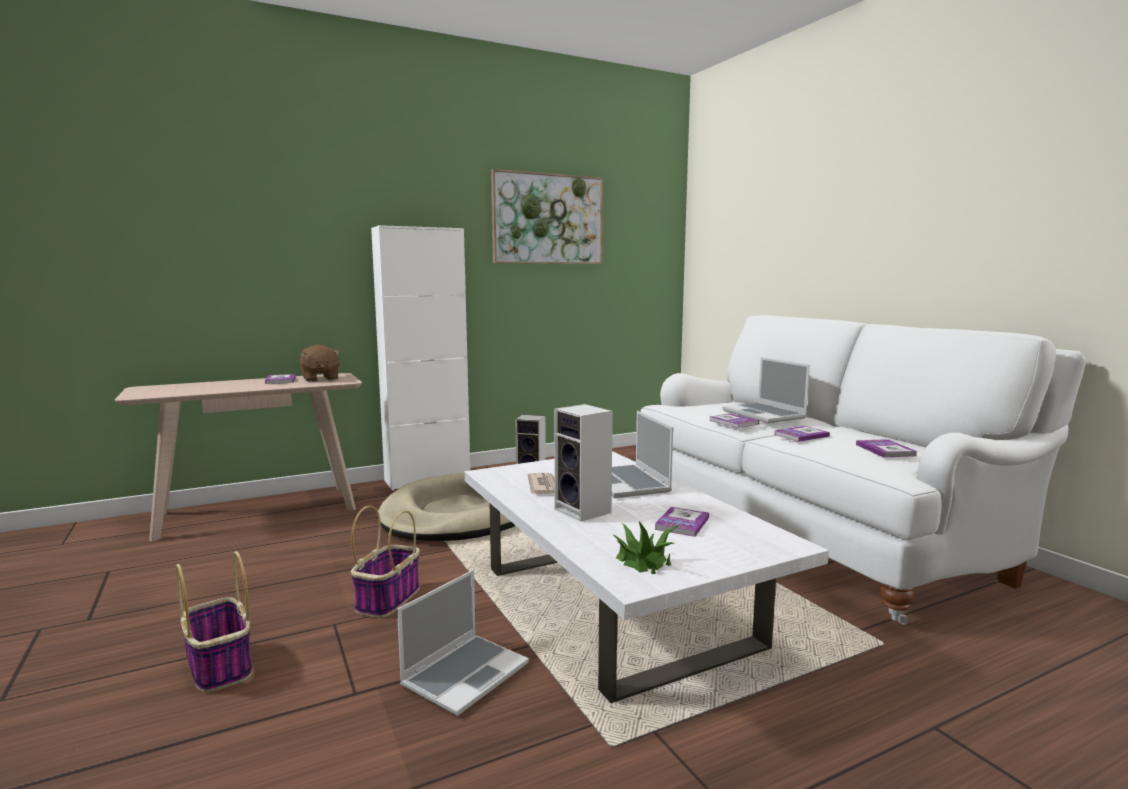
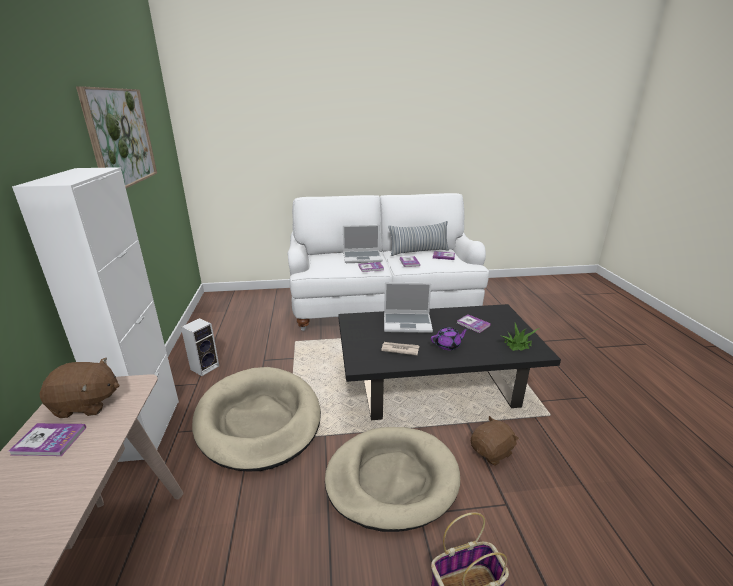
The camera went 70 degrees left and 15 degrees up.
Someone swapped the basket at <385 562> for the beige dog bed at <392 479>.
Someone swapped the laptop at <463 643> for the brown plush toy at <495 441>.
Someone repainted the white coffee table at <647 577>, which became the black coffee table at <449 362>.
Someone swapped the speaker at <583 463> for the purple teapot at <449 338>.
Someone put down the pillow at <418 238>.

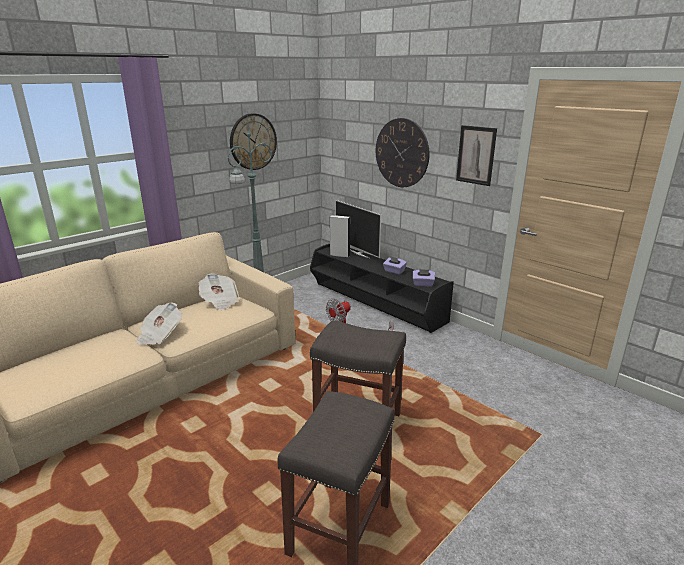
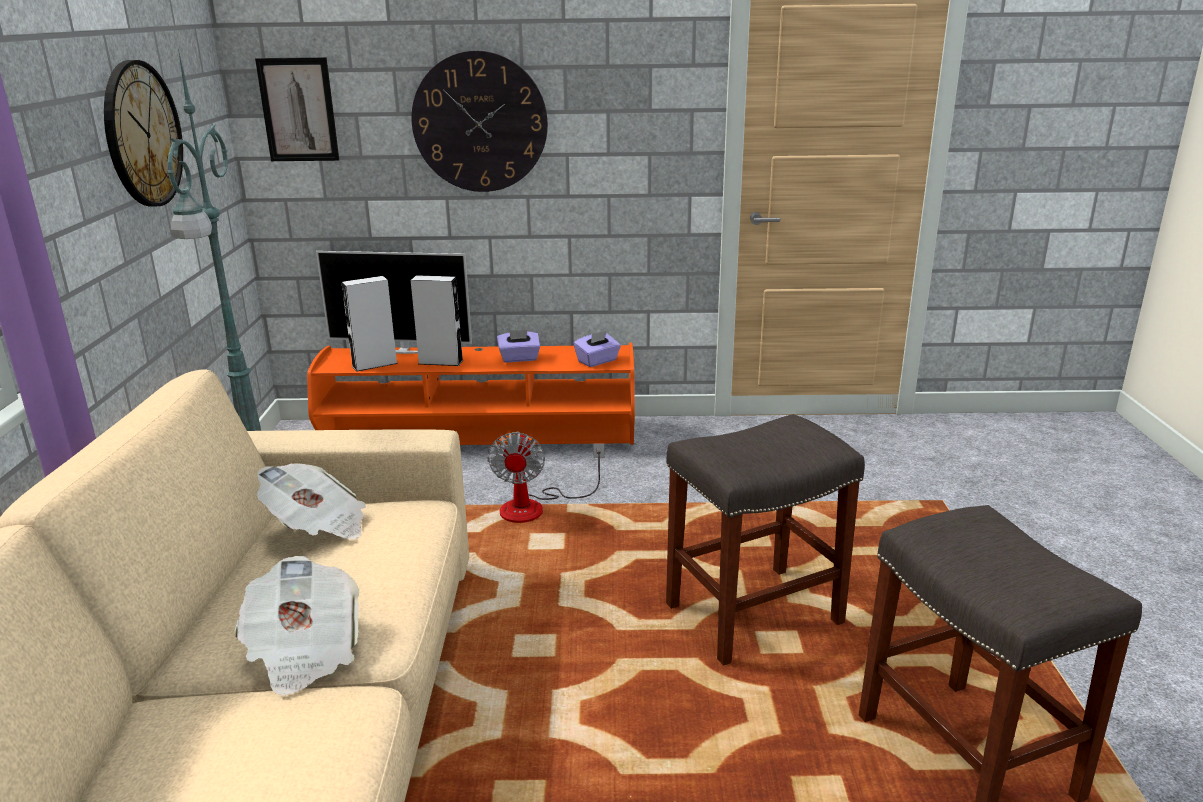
The camera went 45 degrees left and 0 degrees up.
Someone repainted the black tv stand at <382 288>, which became the orange tv stand at <471 394>.
Someone carried the picture from <476 155> to <297 109>.
Someone put down the grey speaker at <437 320>.

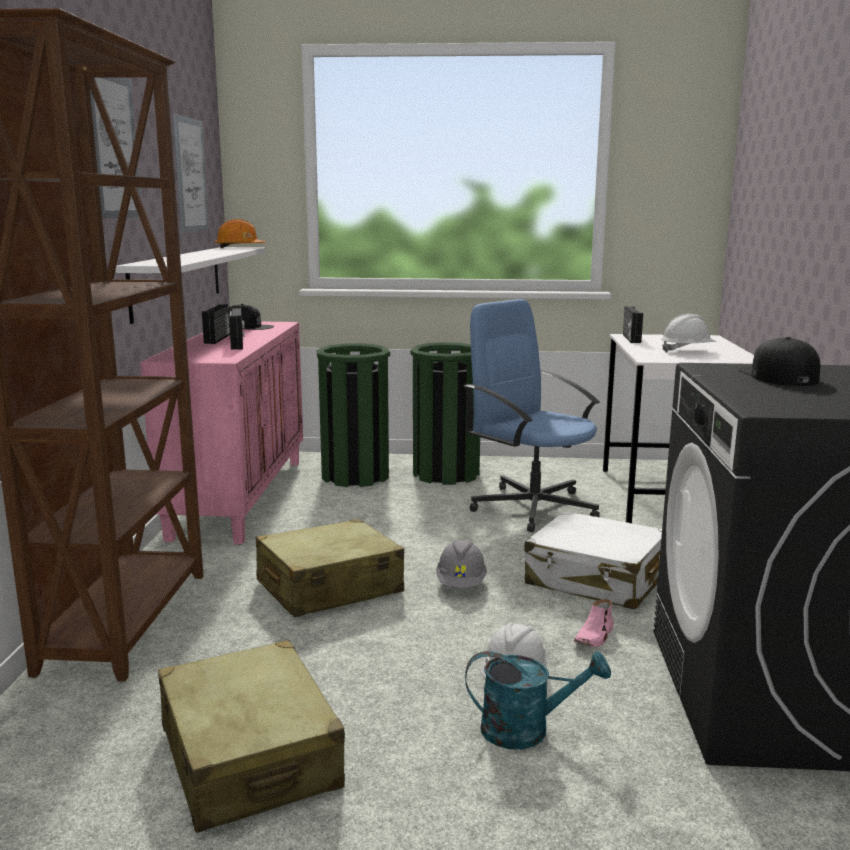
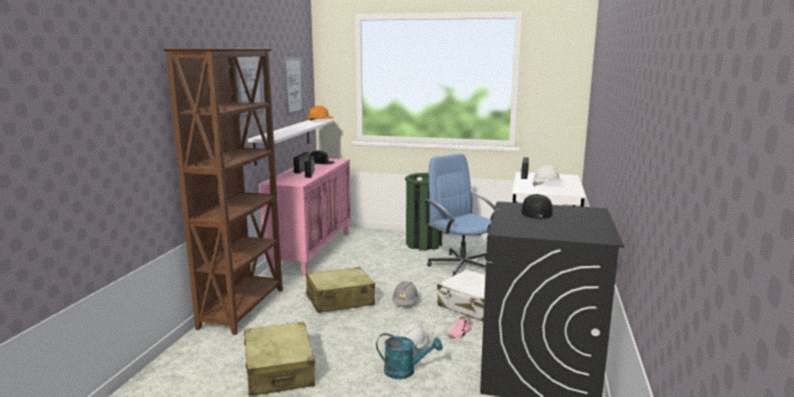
The camera went 10 degrees right and 0 degrees up.
Someone took away the green trash can at <353 415>.

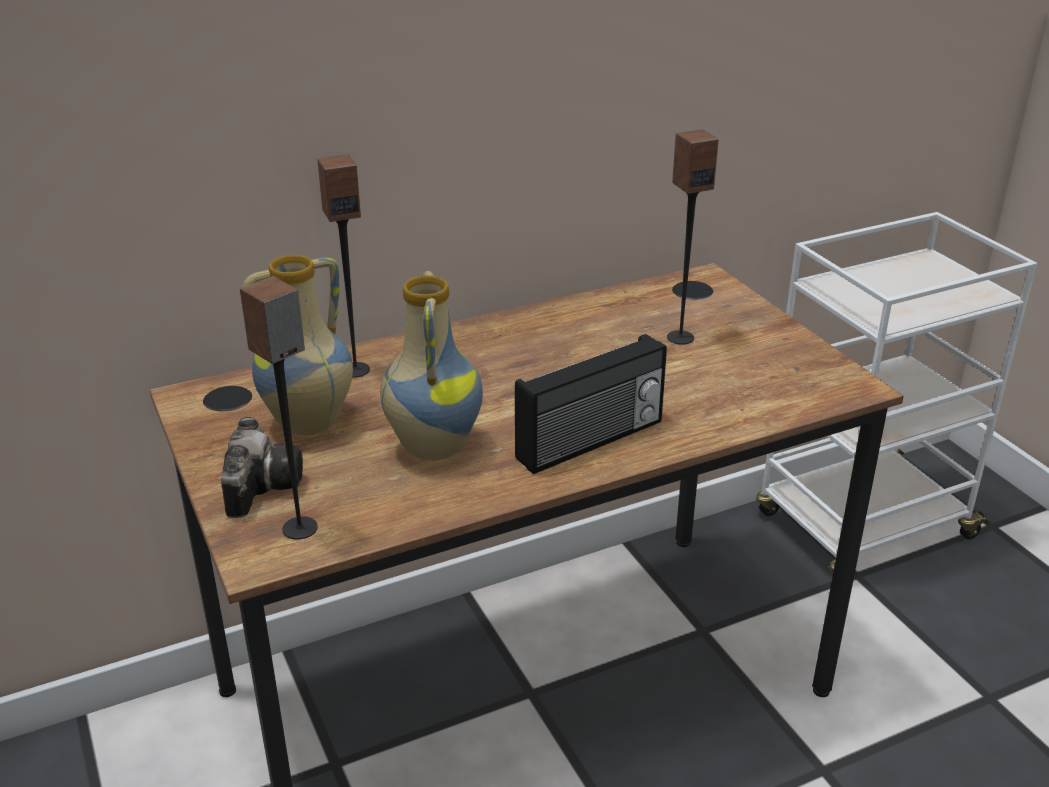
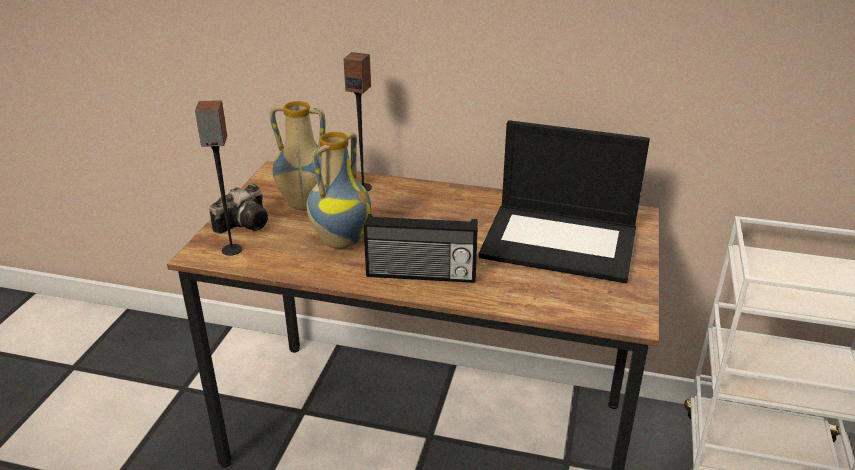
The camera went 40 degrees right and 0 degrees up.
Someone swapped the speaker at <692 237> for the laptop at <564 201>.

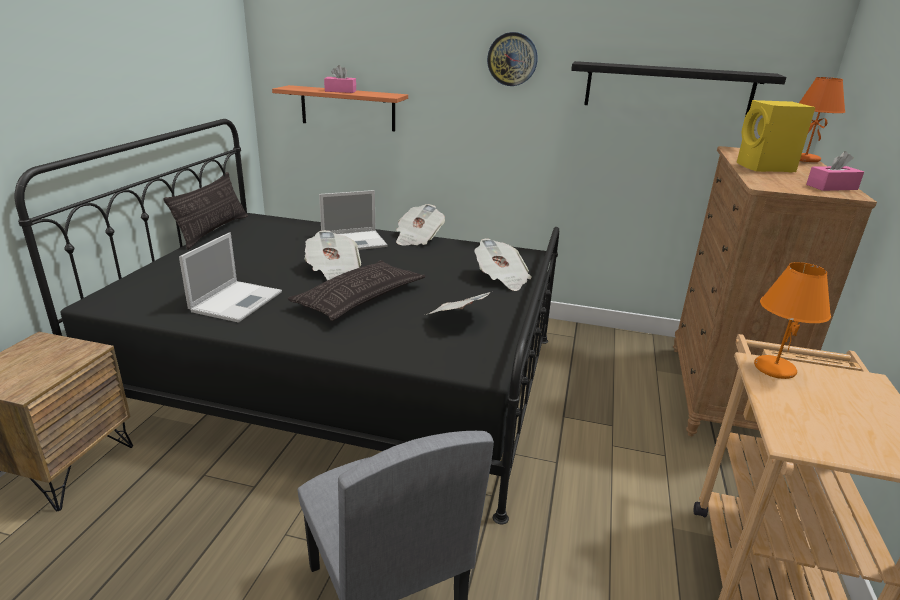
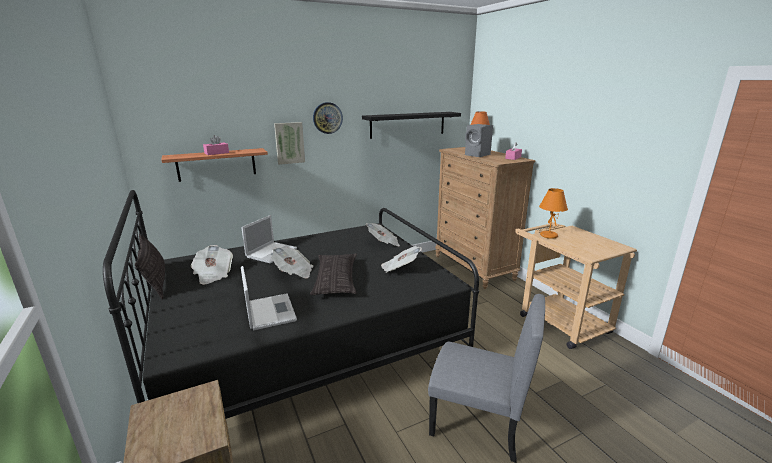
The camera went 40 degrees left and 5 degrees down.
Someone carried the newspaper from <420 224> to <212 265>.
Someone repainted the yellow speaker at <776 136>, which became the grey speaker at <479 140>.
Someone put up the picture at <289 143>.

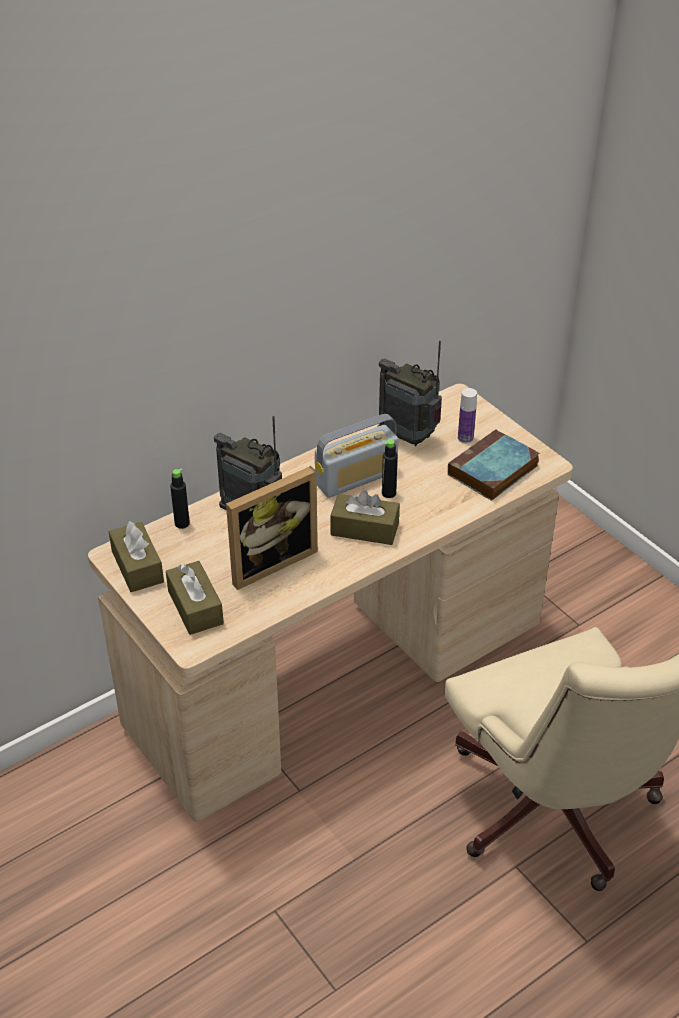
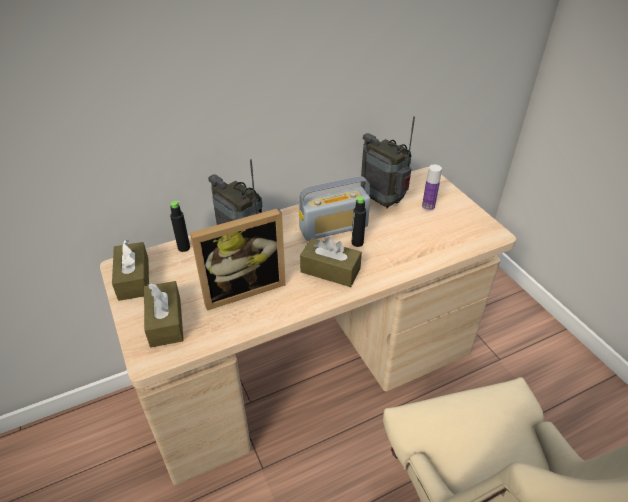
The camera went 10 degrees right and 0 degrees up.
Someone took away the book at <494 465>.

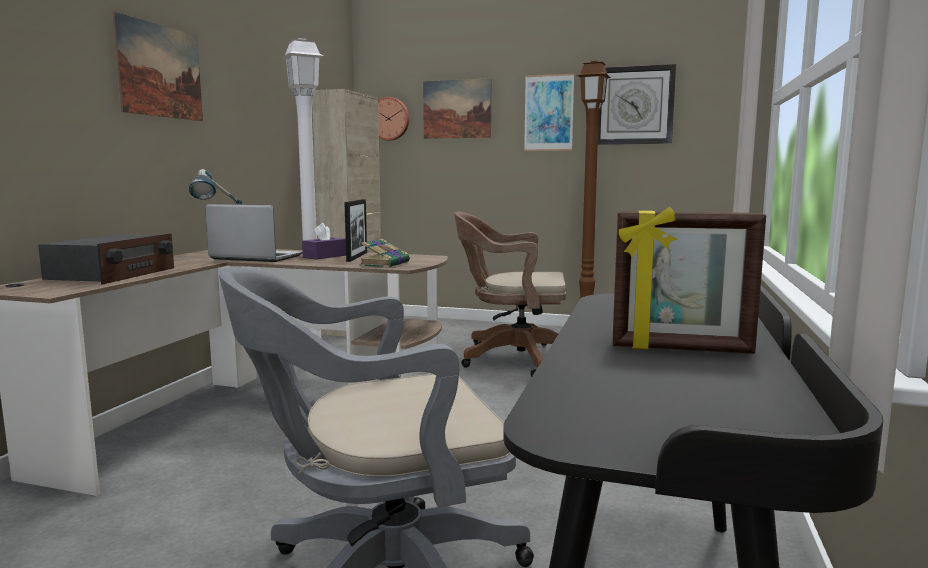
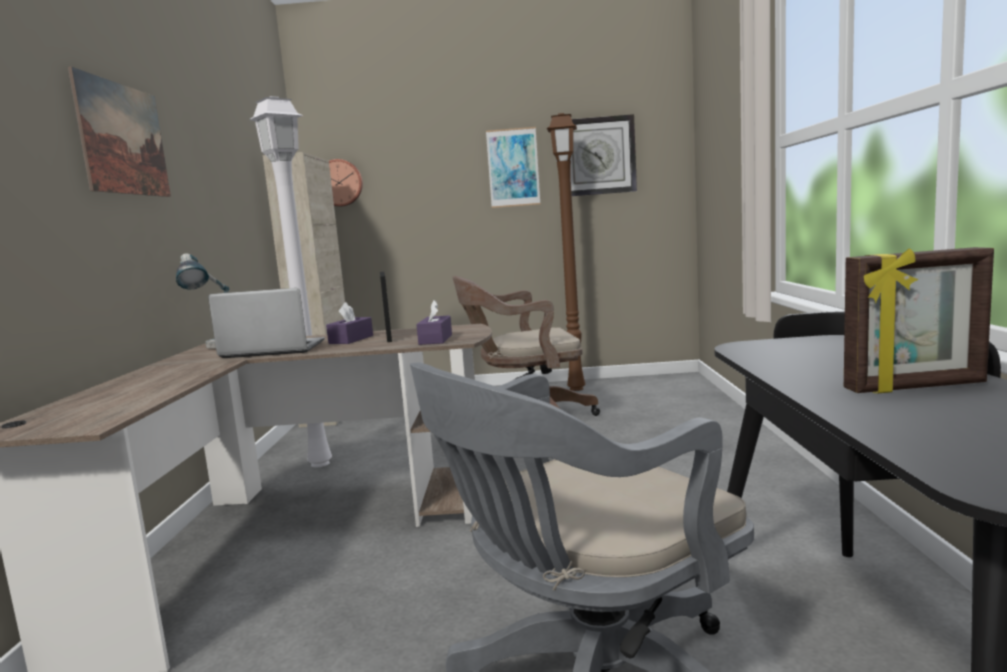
The camera went 15 degrees left and 0 degrees up.
Someone took away the radio at <106 258>.
Someone swapped the book at <384 253> for the purple tissue box at <434 322>.
Someone took away the picture at <457 108>.

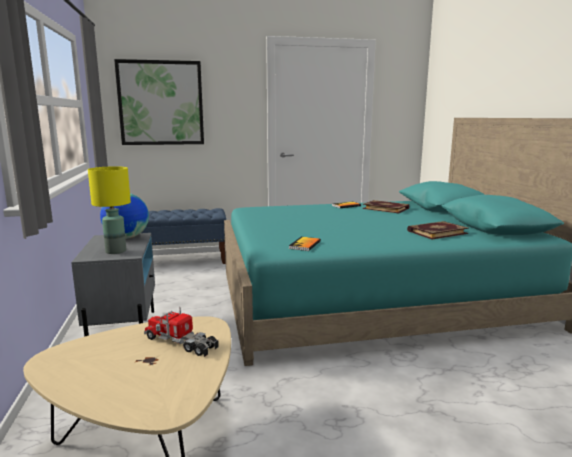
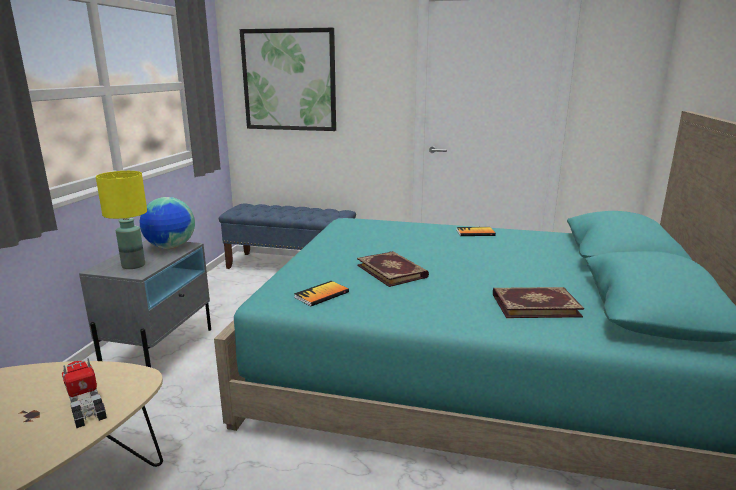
The camera went 25 degrees right and 5 degrees up.
Someone carried the book from <386 206> to <393 269>.

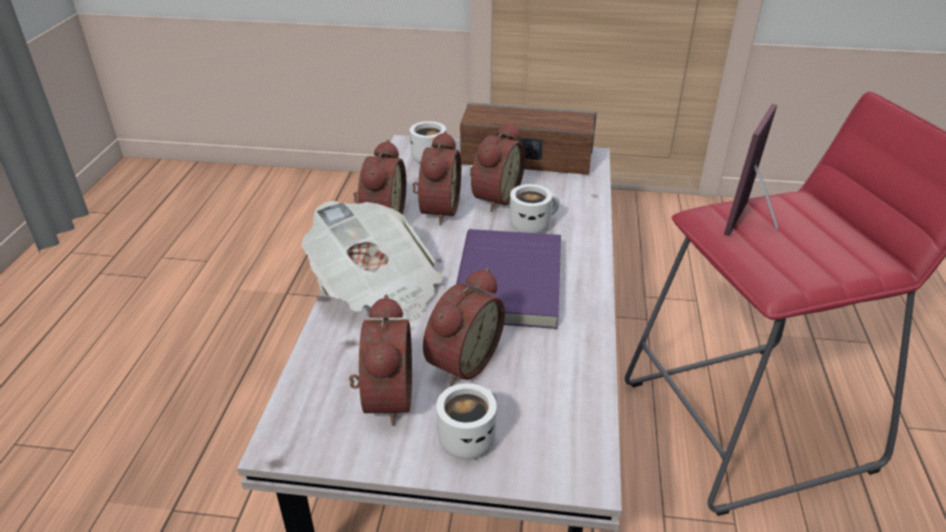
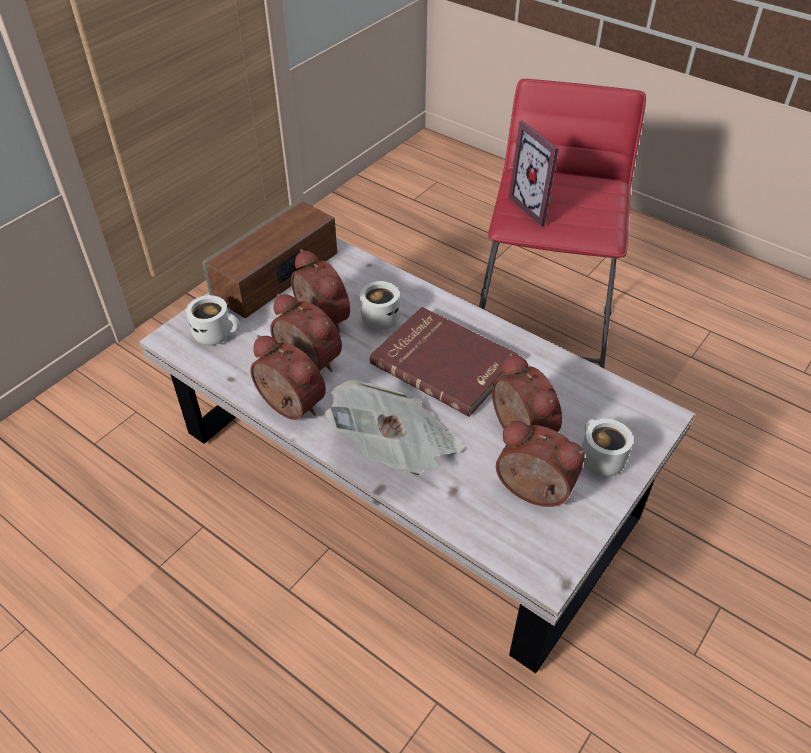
The camera went 60 degrees left and 10 degrees up.
Someone repainted the purple book at <508 279>, which became the red book at <444 362>.

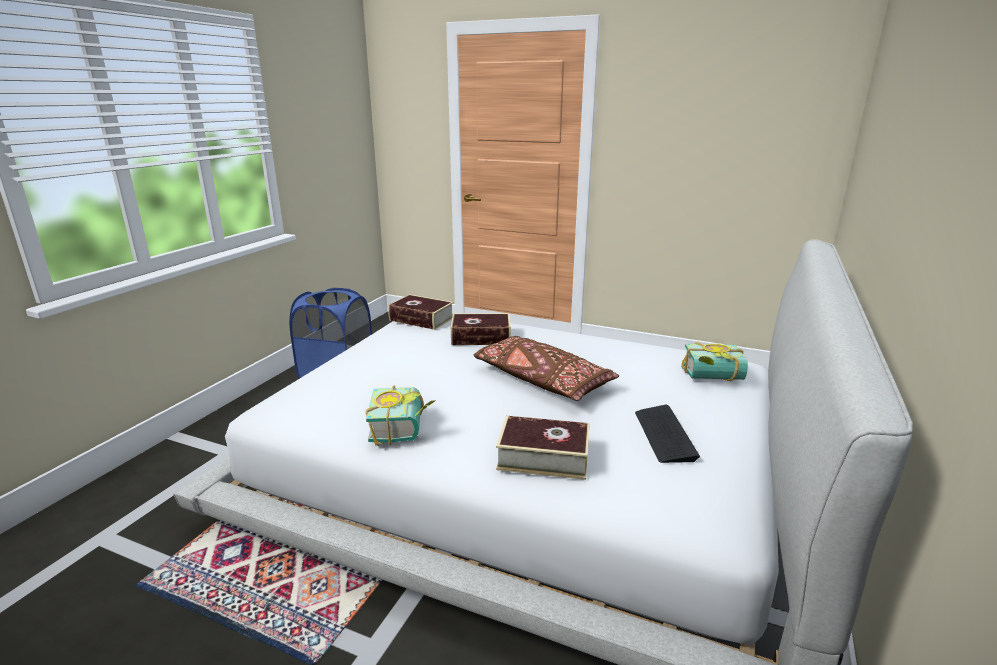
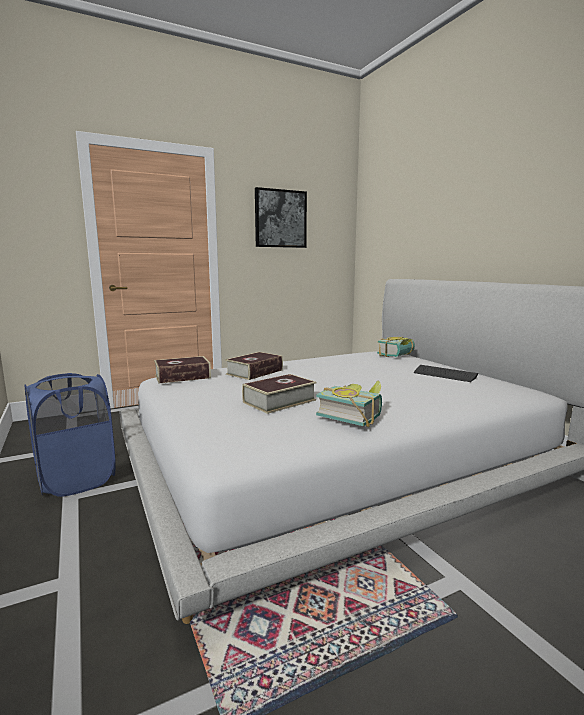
The camera went 50 degrees left and 10 degrees down.
Someone took away the brown pillow at <546 368>.
Someone carried the book from <543 448> to <279 394>.
Someone put up the picture at <281 217>.

